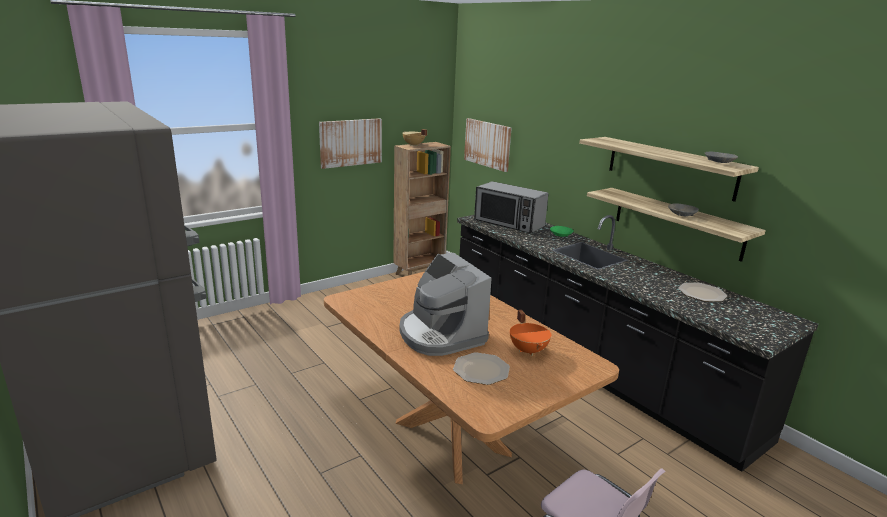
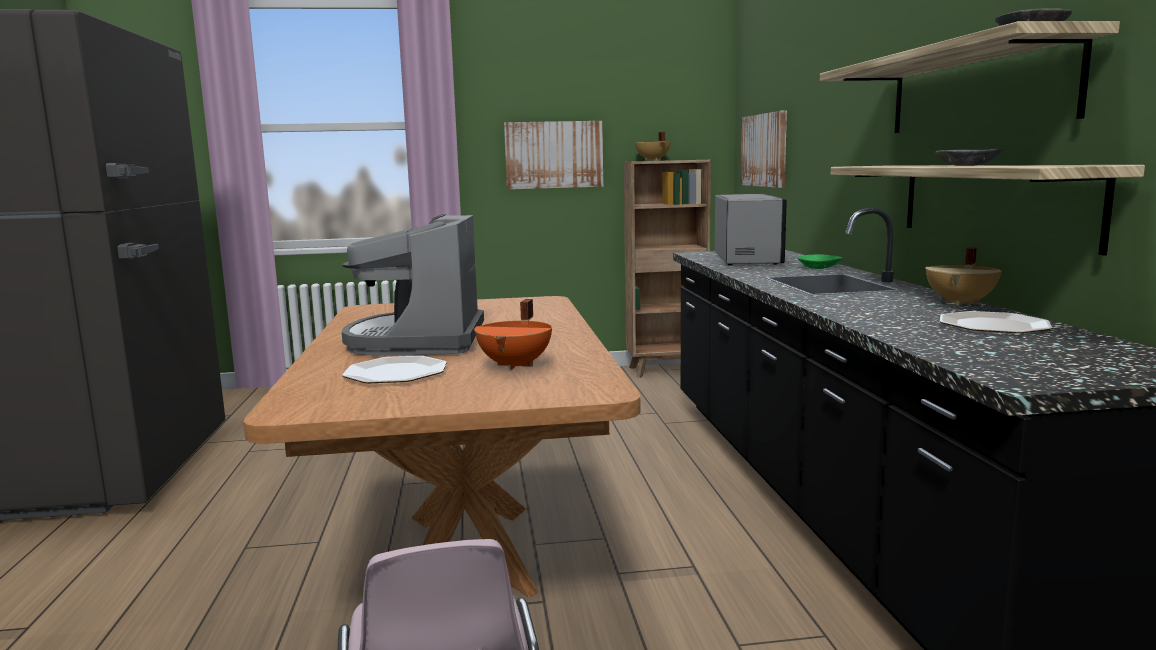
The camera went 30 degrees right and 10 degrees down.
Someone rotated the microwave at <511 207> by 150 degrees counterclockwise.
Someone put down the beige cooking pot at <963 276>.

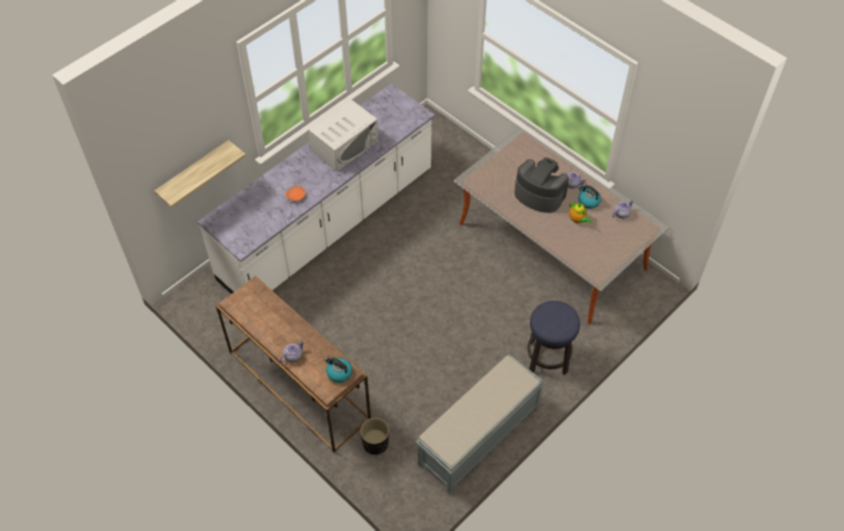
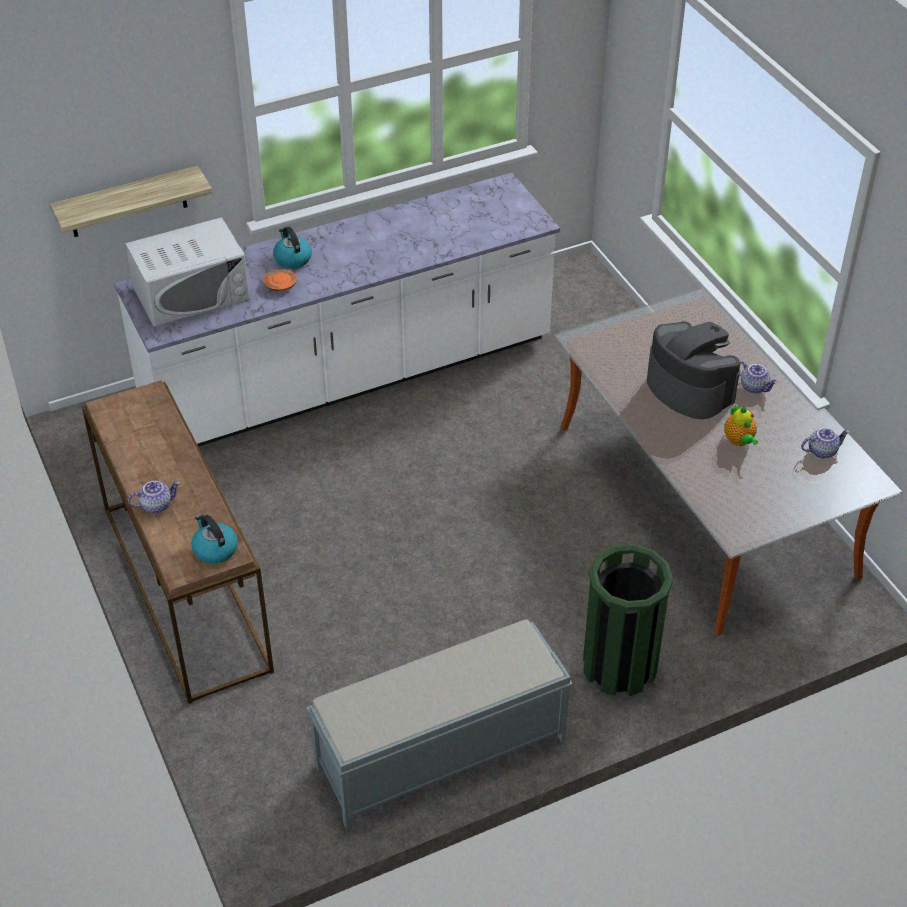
The camera went 20 degrees right and 10 degrees down.
Someone carried the white microwave from <343 135> to <187 272>.
Someone took away the black planter at <374 436>.
Someone swapped the stool at <554 338> for the green trash can at <628 620>.
Someone carried the kettle from <589 197> to <292 248>.

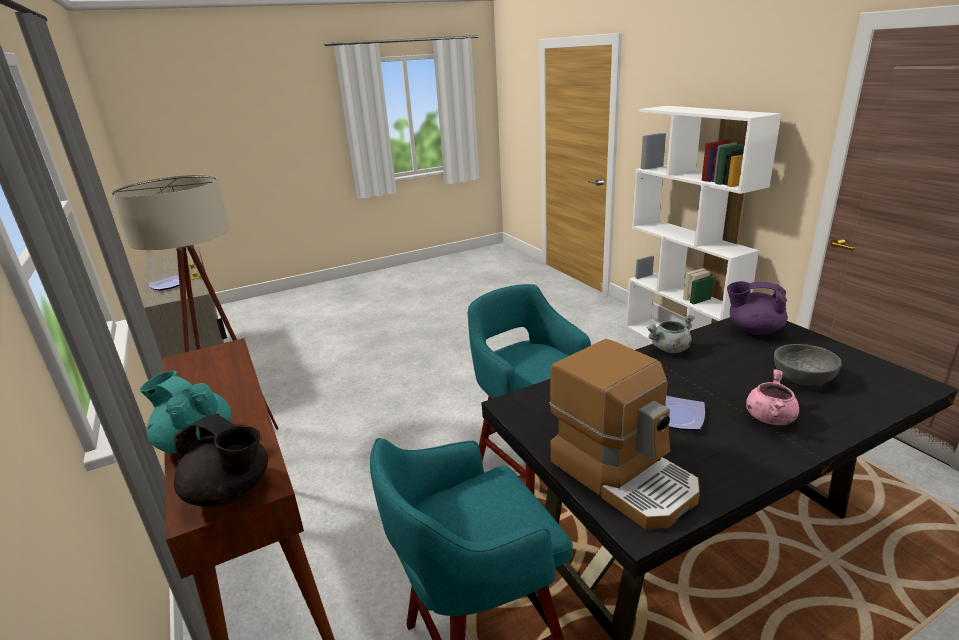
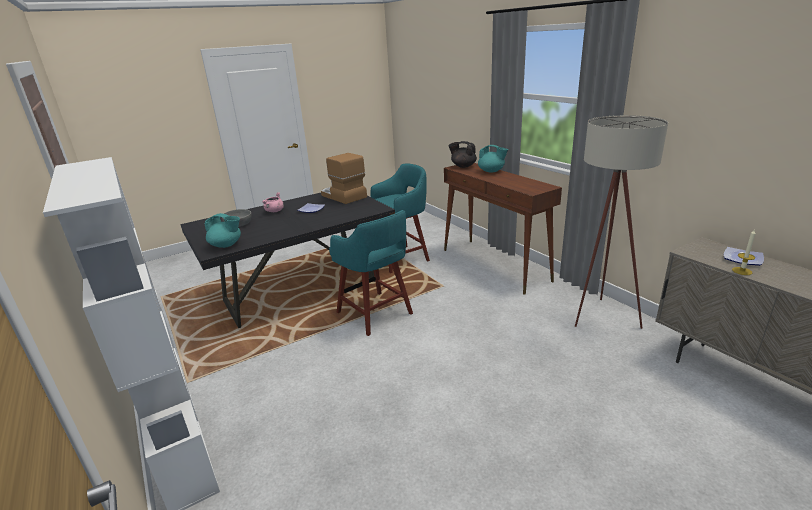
The camera went 175 degrees right and 0 degrees up.
Someone took away the grey cooking pot at <671 334>.
Someone repainted the purple teapot at <757 308>, which became the turquoise teapot at <223 230>.

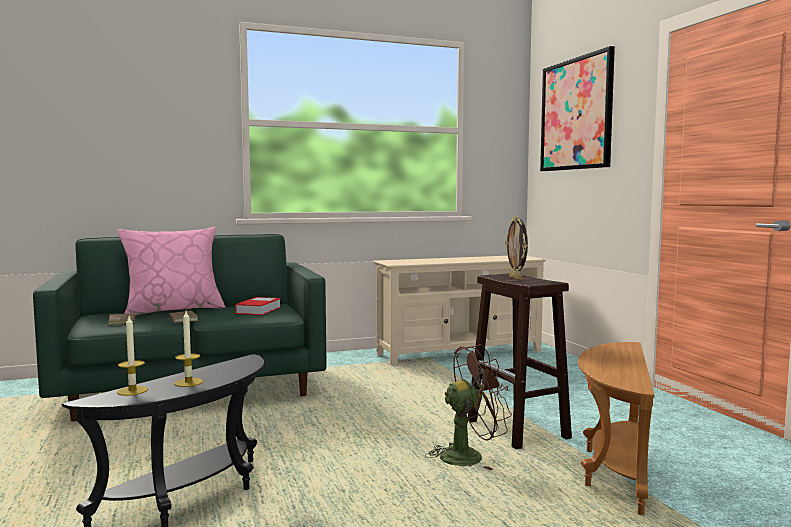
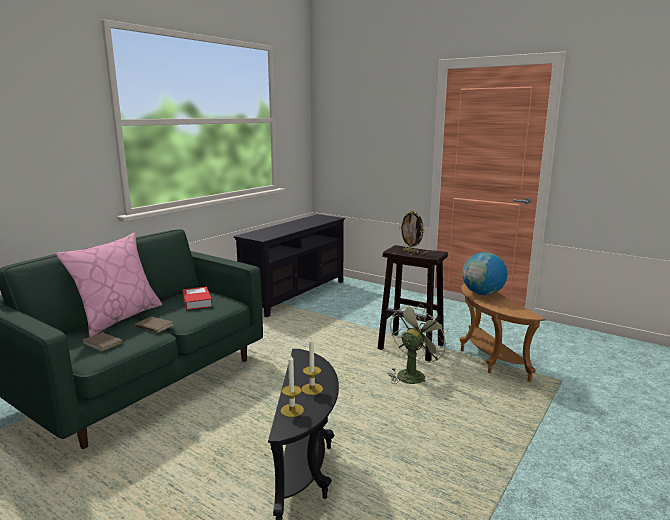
The camera went 35 degrees left and 10 degrees up.
Someone repainted the beige tv stand at <459 311>, which became the black tv stand at <289 265>.
Someone repainted the brown fan at <468 407>, which became the green fan at <418 343>.
Someone took away the picture at <577 108>.
Someone put down the globe at <484 273>.

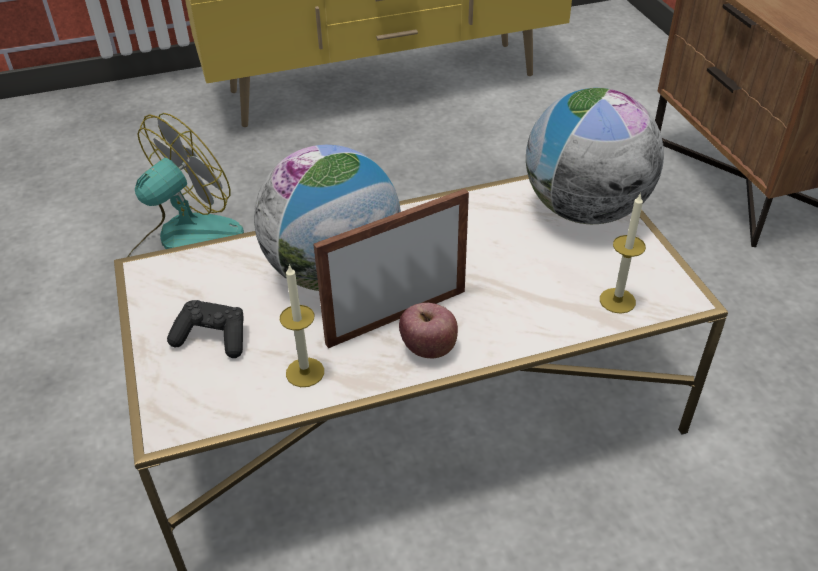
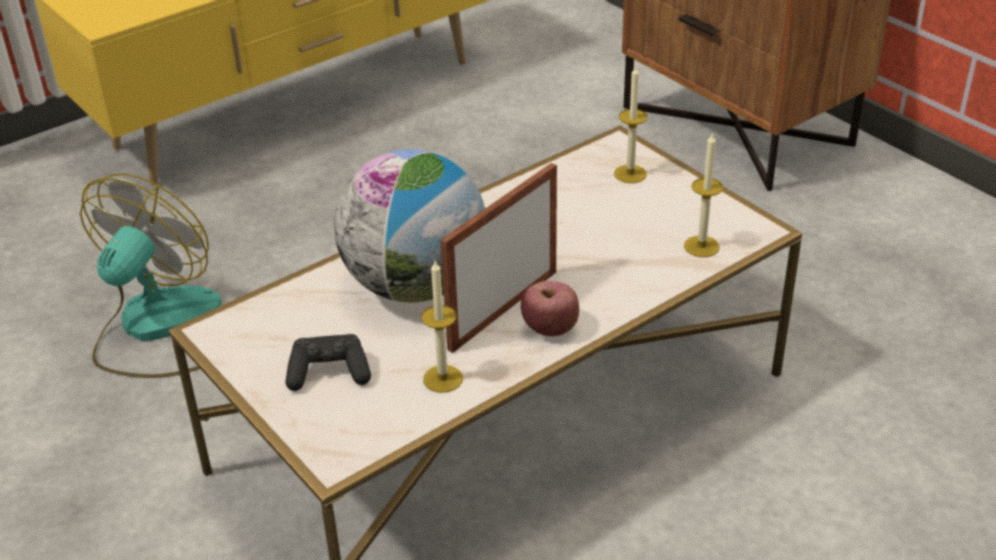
The camera went 20 degrees left and 5 degrees down.
Someone swapped the globe at <595 156> for the candle at <631 124>.

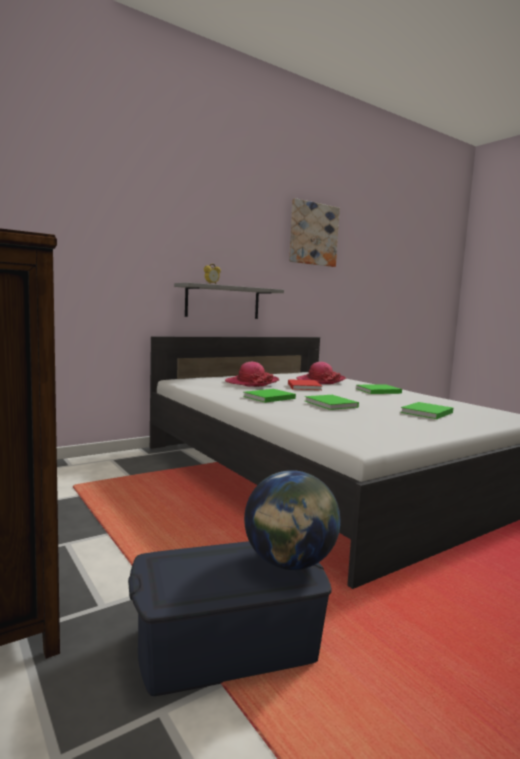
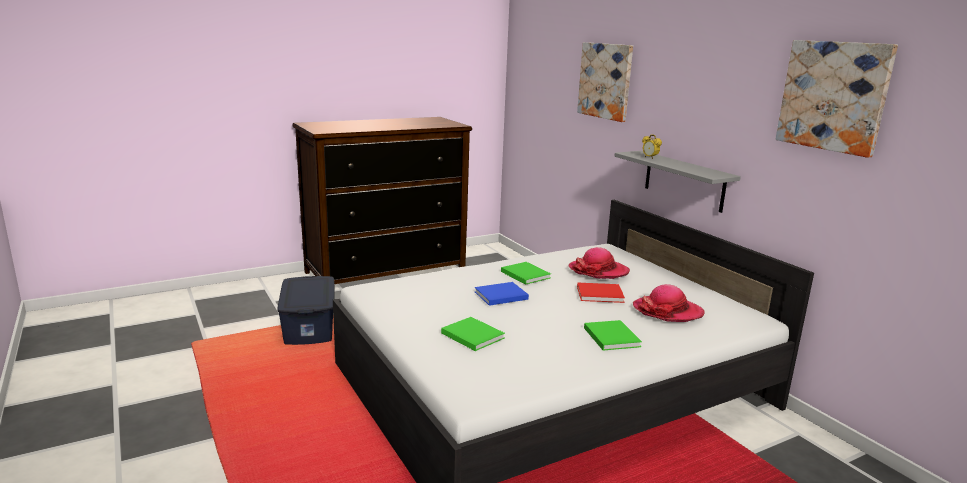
The camera went 95 degrees right and 10 degrees up.
Someone took away the globe at <292 520>.
Someone repainted the green book at <332 402>, which became the blue book at <502 294>.
Someone put up the picture at <605 82>.

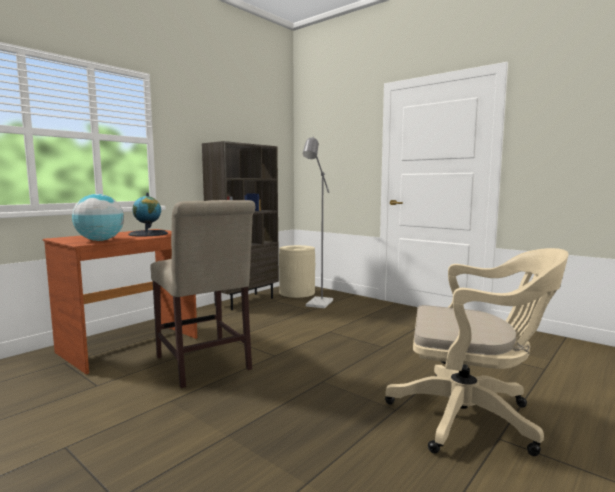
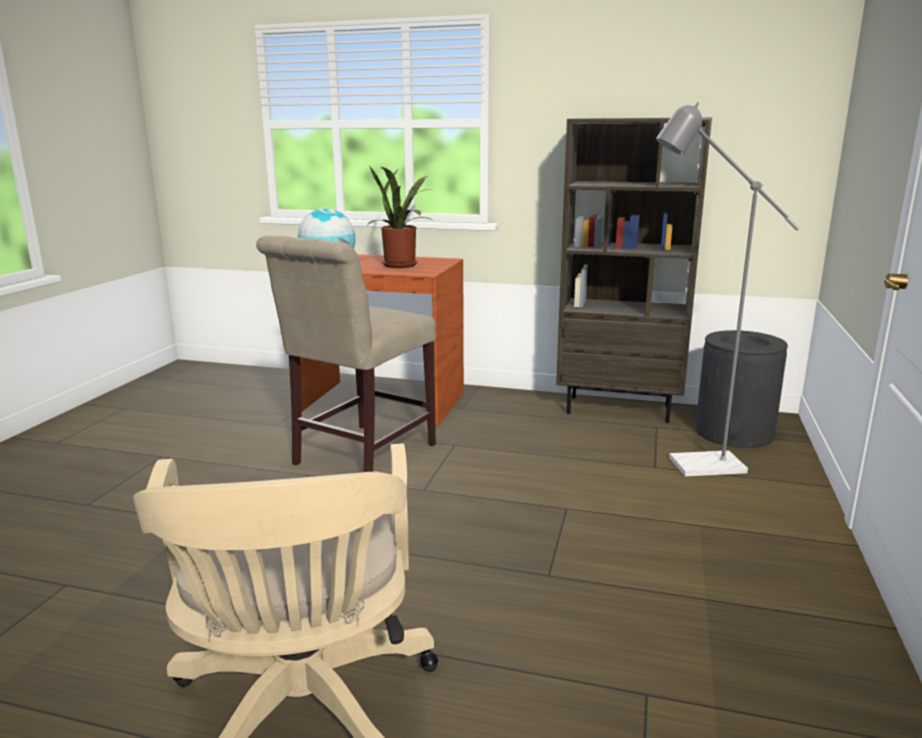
The camera went 65 degrees right and 10 degrees up.
Someone swapped the globe at <148 214> for the potted plant at <401 217>.
Someone repainted the beige trash can at <297 271>, which became the black trash can at <742 389>.

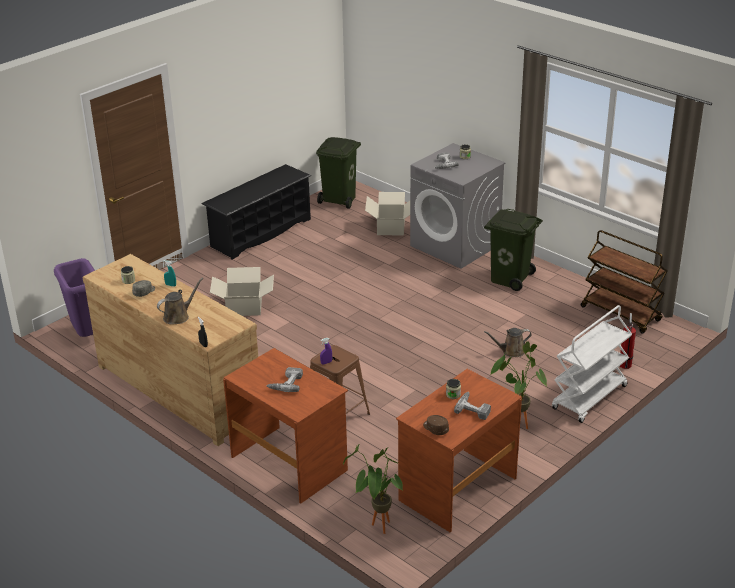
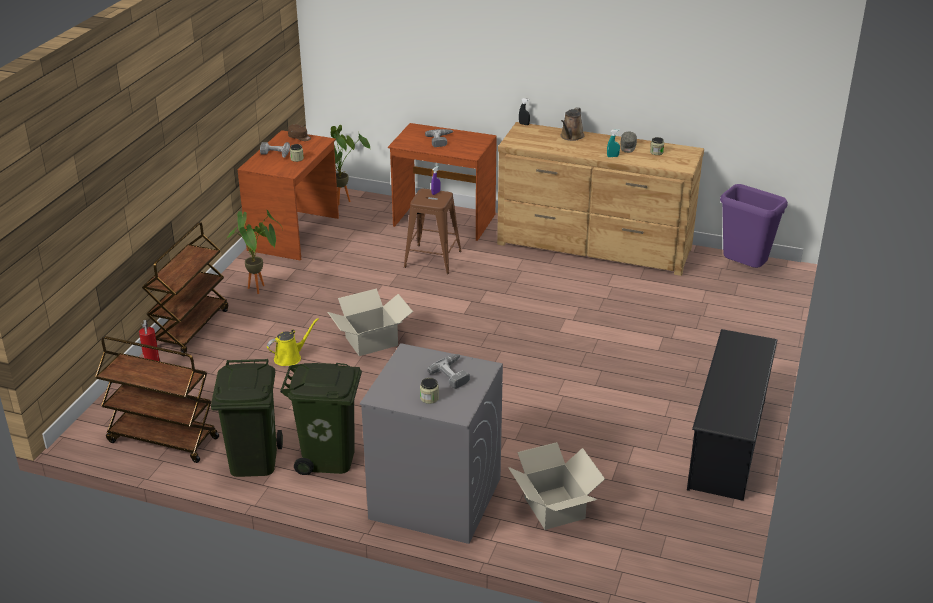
The camera went 155 degrees right and 0 degrees up.
Someone carried the cardboard box from <242 291> to <370 322>.
Someone carried the green trash can from <338 173> to <247 418>.
Someone repainted the brown watering can at <508 342>, which became the yellow watering can at <293 342>.
Someone repainted the white cart at <592 364>, which became the brown cart at <185 289>.

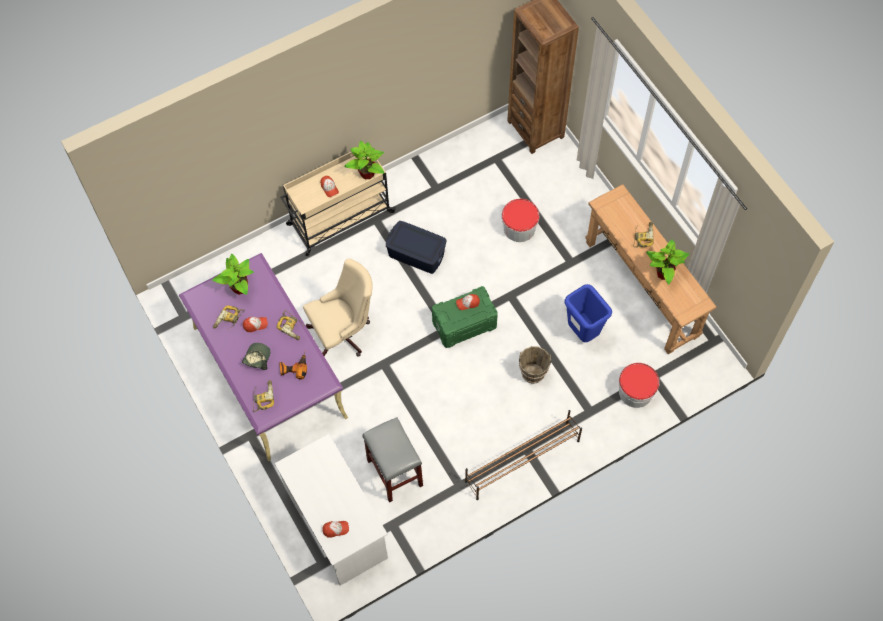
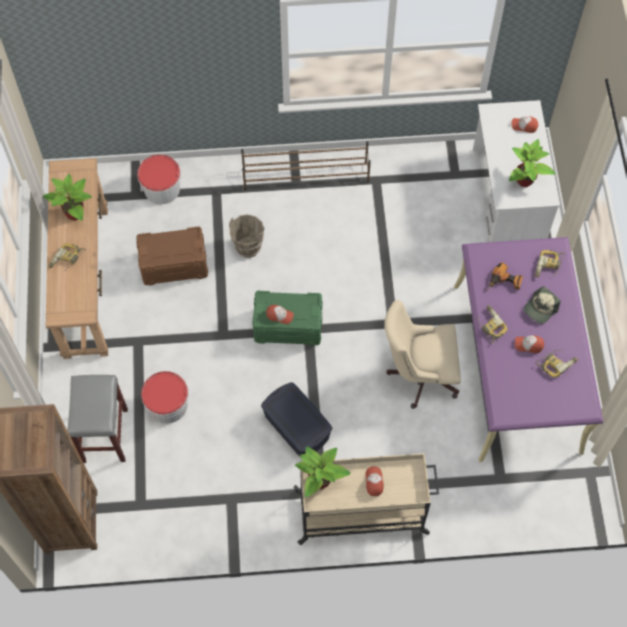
The camera went 155 degrees left and 0 degrees up.
Someone carried the potted plant from <233 274> to <532 163>.
Someone carried the grey stool from <392 460> to <97 419>.
Someone swapped the blue trash can at <588 313> for the brown storage box at <172 256>.

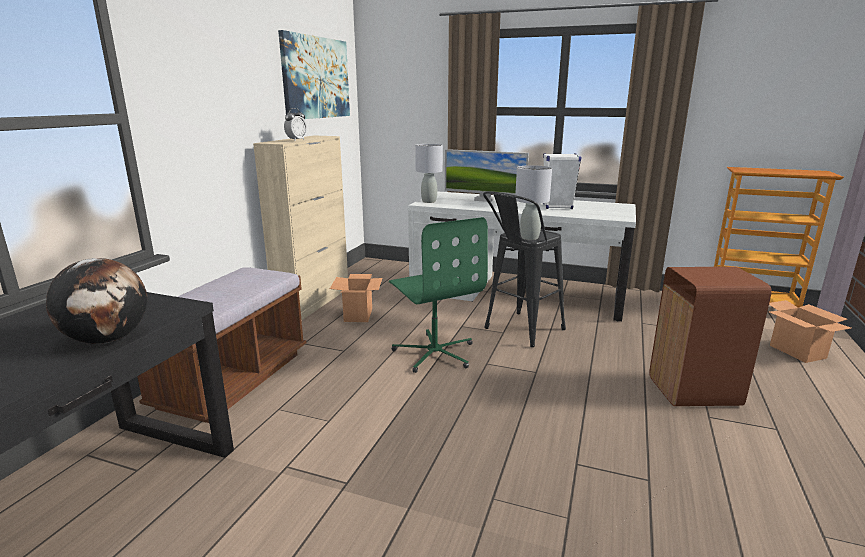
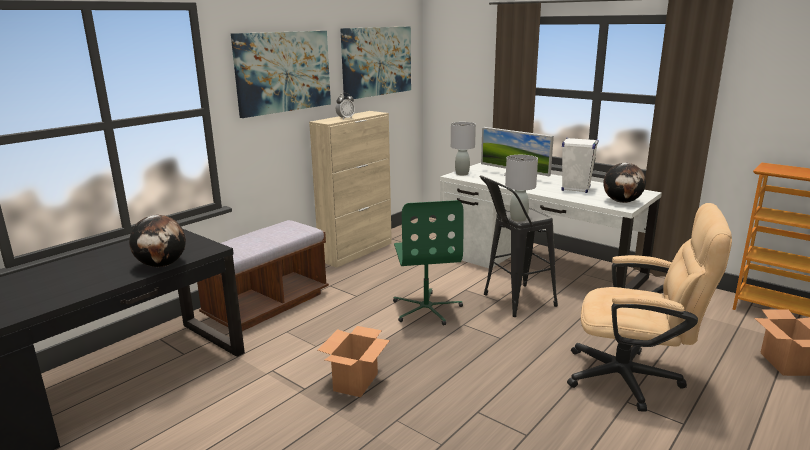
The camera went 20 degrees right and 0 degrees up.
Someone carried the cardboard box from <356 298> to <354 361>.
Someone swapped the brown trash can at <710 336> for the beige office chair at <649 307>.
Someone put up the picture at <281 74>.
Someone put down the globe at <624 183>.

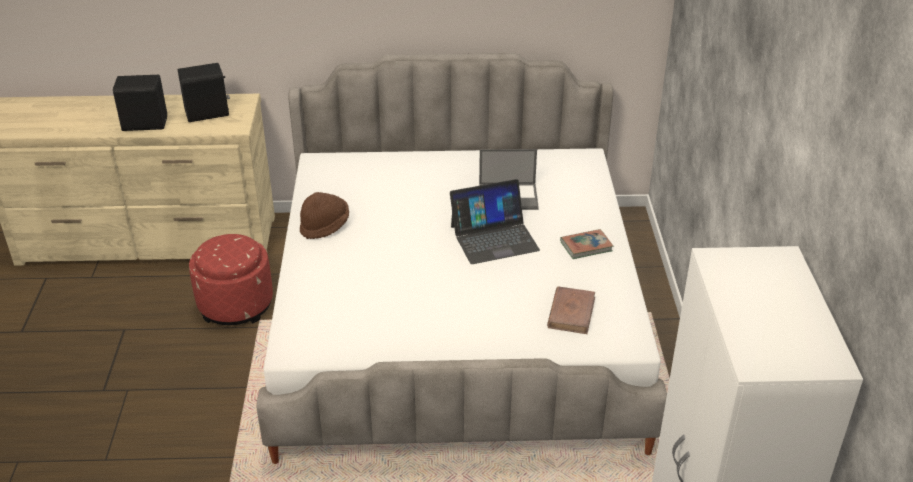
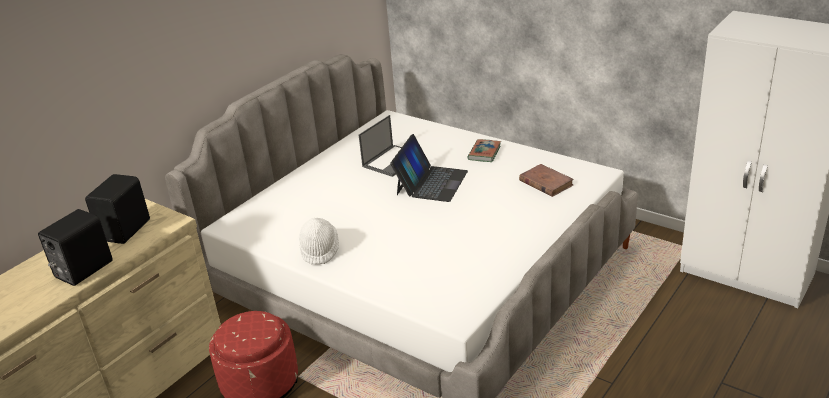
The camera went 50 degrees left and 5 degrees down.
Someone repainted the brown hat at <324 215>, which became the white hat at <319 241>.

